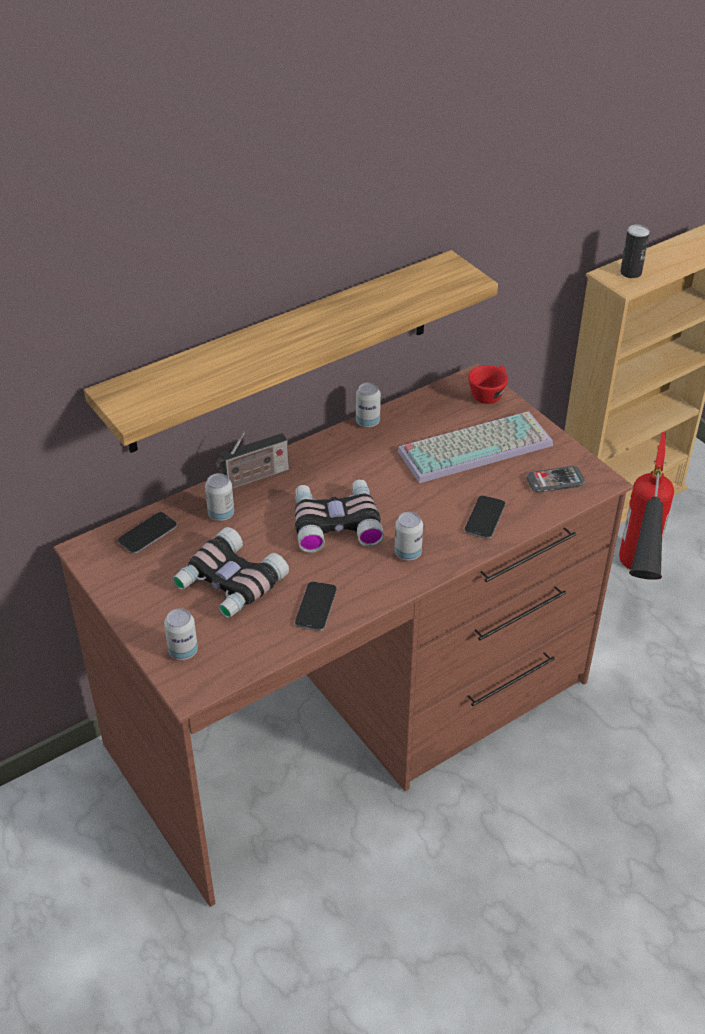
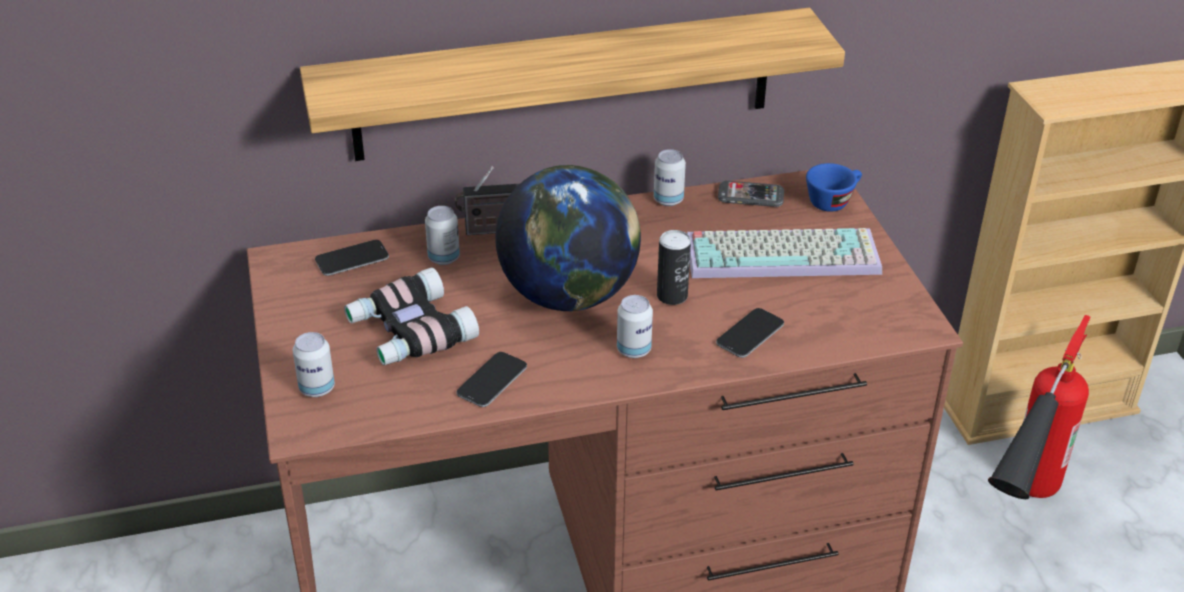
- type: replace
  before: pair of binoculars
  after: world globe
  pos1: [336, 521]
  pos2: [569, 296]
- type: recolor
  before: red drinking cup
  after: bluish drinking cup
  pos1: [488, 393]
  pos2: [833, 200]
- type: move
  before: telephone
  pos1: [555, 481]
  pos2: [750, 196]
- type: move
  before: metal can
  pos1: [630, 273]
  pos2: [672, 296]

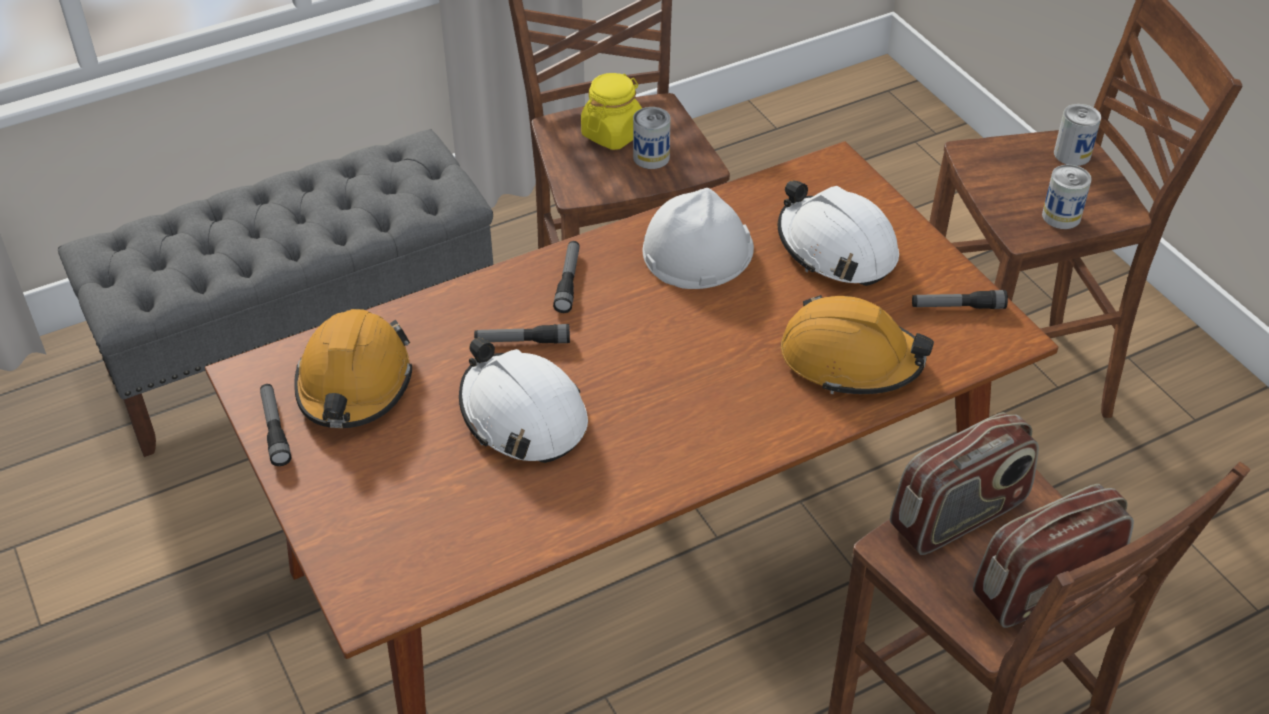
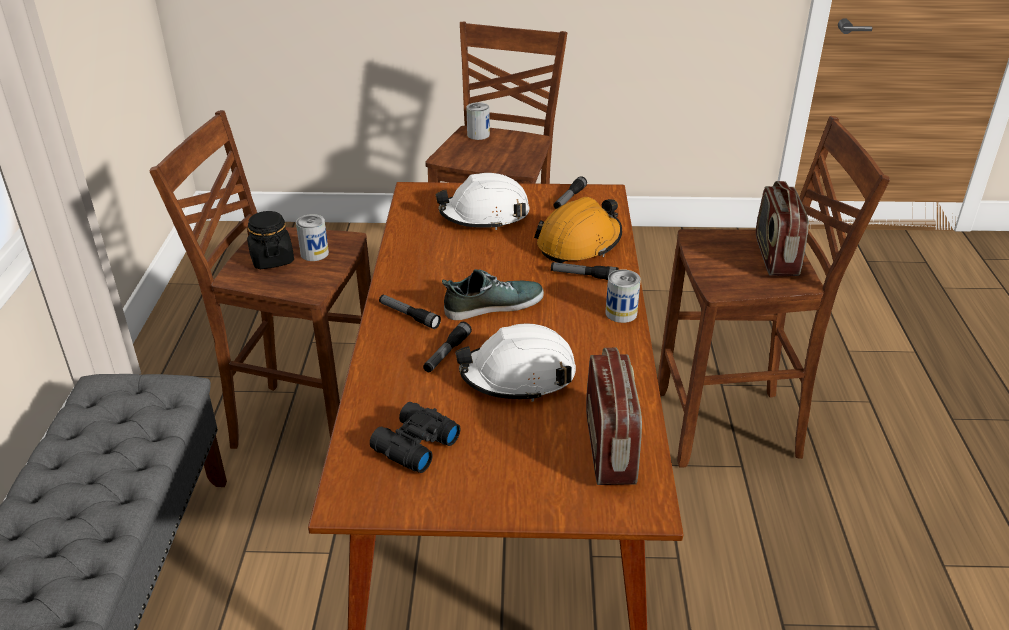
- type: move
  before: flashlight
  pos1: [275, 429]
  pos2: [583, 276]
- type: replace
  before: orangey work helmet
  after: black pair of binoculars
  pos1: [354, 384]
  pos2: [413, 446]
- type: recolor
  before: yellow-coloured preserve jar
  after: black preserve jar
  pos1: [612, 134]
  pos2: [272, 259]
- type: delete
  before: whitish work helmet
  pos1: [697, 250]
- type: move
  before: radio
  pos1: [959, 516]
  pos2: [610, 447]
- type: move
  before: metal can
  pos1: [1061, 216]
  pos2: [621, 313]
- type: insert
  after: low shoe
  pos2: [493, 305]

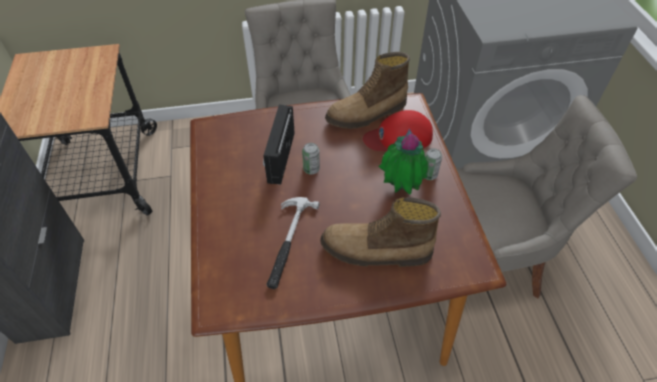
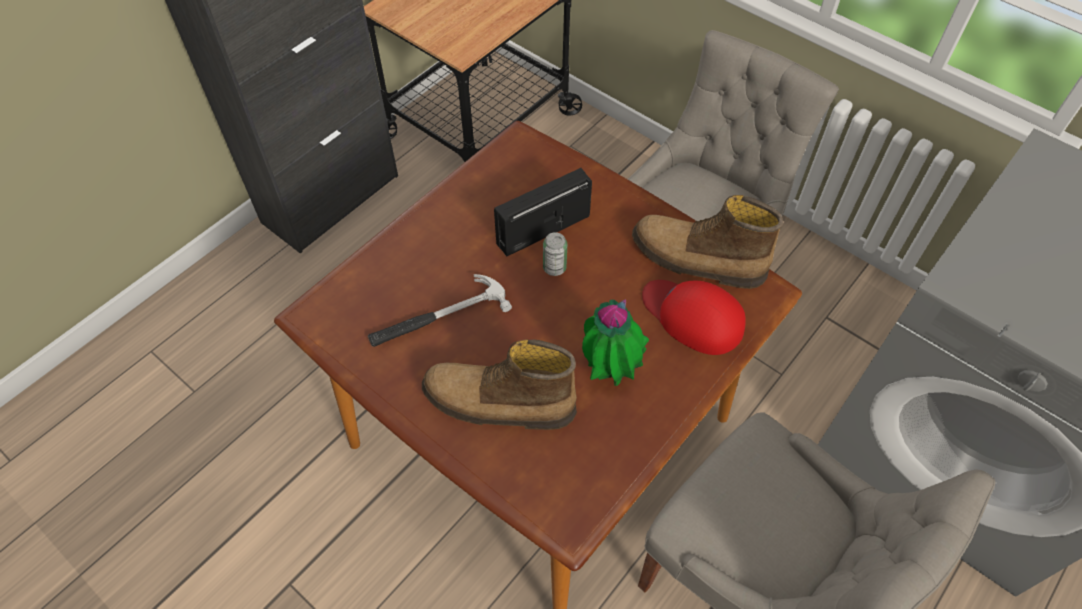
- type: rotate
  before: high-top boot
  pos1: [376, 251]
  pos2: [498, 404]
  turn: -45
- type: delete
  before: metal can
  pos1: [429, 175]

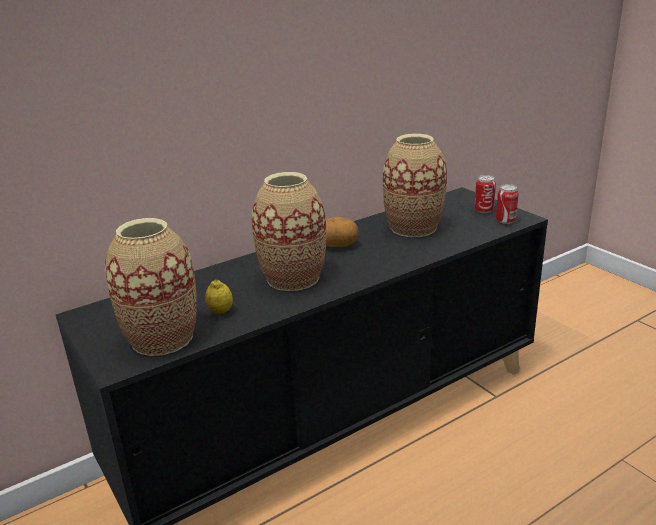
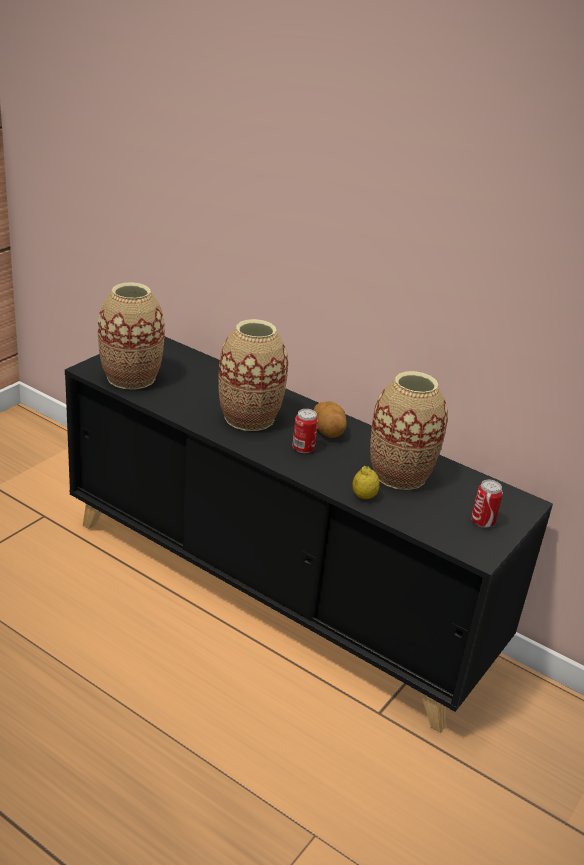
- type: move
  before: whole lemon
  pos1: [220, 312]
  pos2: [364, 496]
- type: move
  before: metal can
  pos1: [505, 221]
  pos2: [303, 449]

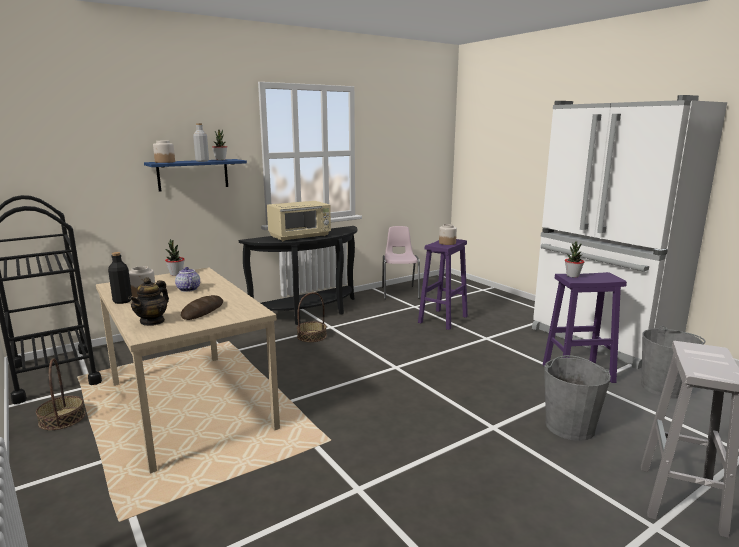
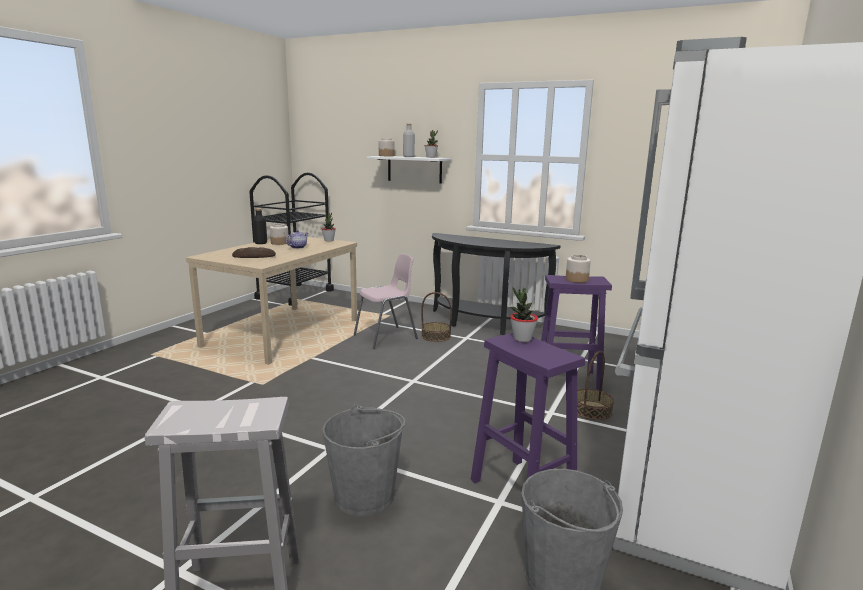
- type: move
  before: household basket
  pos1: [62, 418]
  pos2: [591, 410]
- type: delete
  before: pot for tea
  pos1: [152, 321]
- type: recolor
  before: bluish shelf
  after: whitish shelf
  pos1: [193, 174]
  pos2: [414, 169]
- type: delete
  before: beige-coloured microwave
  pos1: [300, 236]
- type: move
  before: pink plain chair
  pos1: [400, 292]
  pos2: [386, 337]

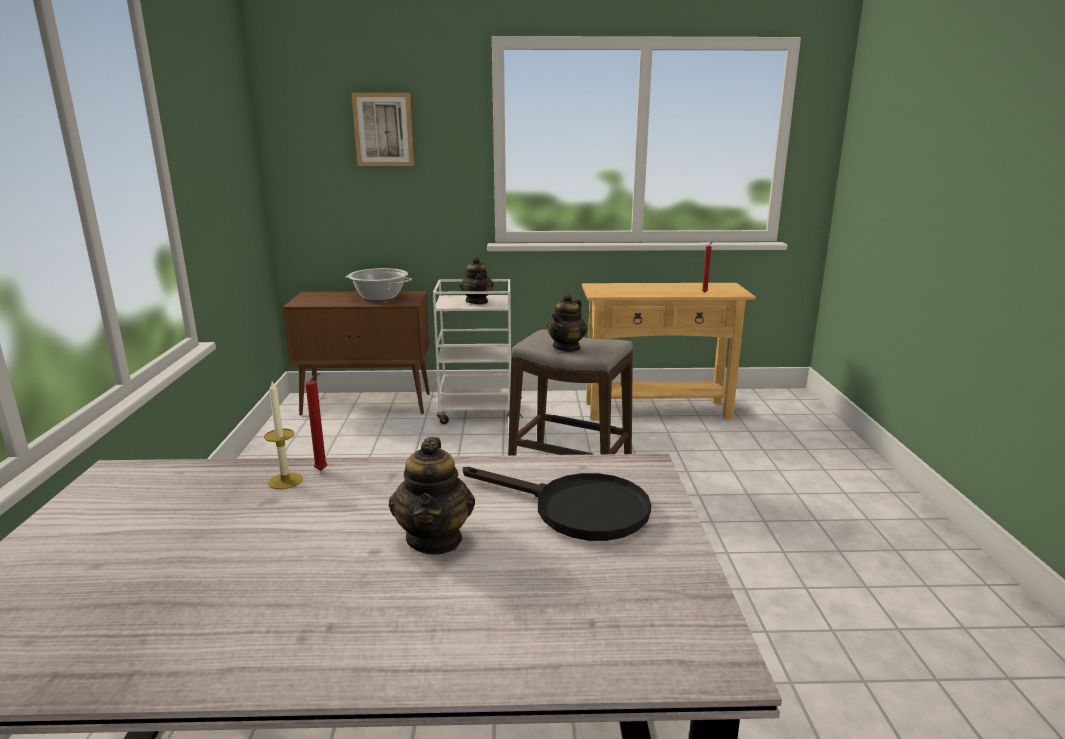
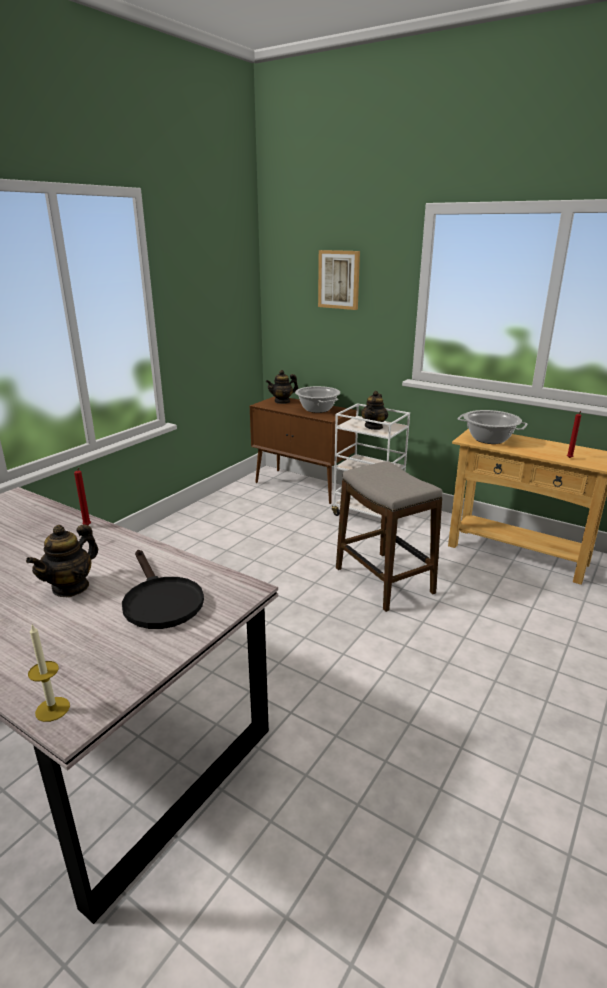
- type: move
  before: candle
  pos1: [285, 481]
  pos2: [52, 709]
- type: move
  before: pot for tea
  pos1: [567, 347]
  pos2: [282, 401]
- type: insert
  after: saucepot
  pos2: [489, 439]

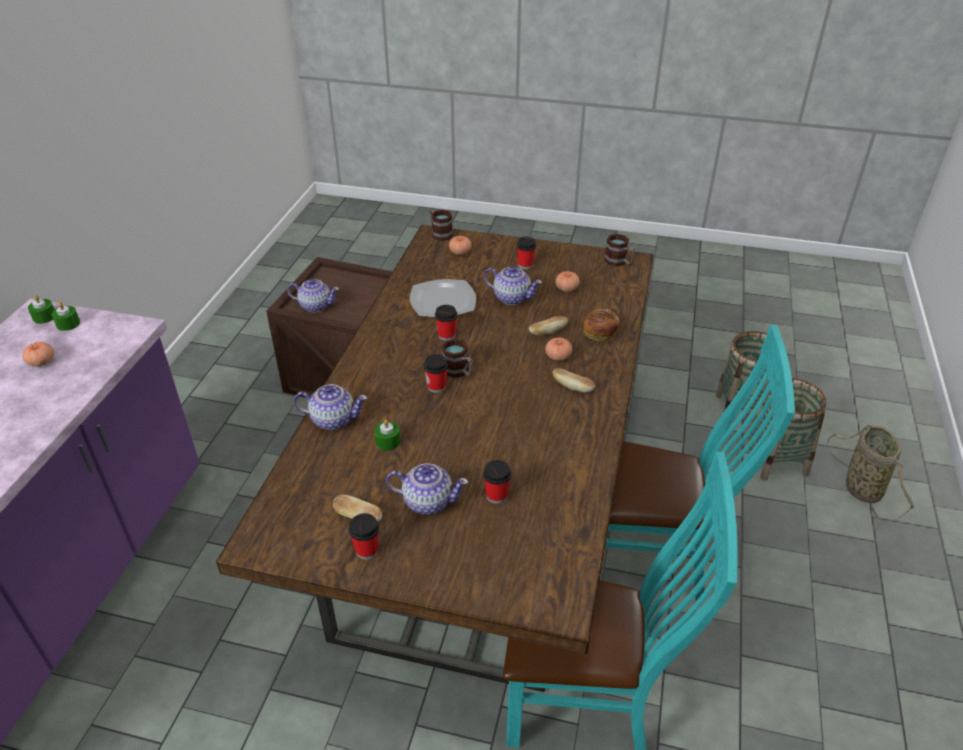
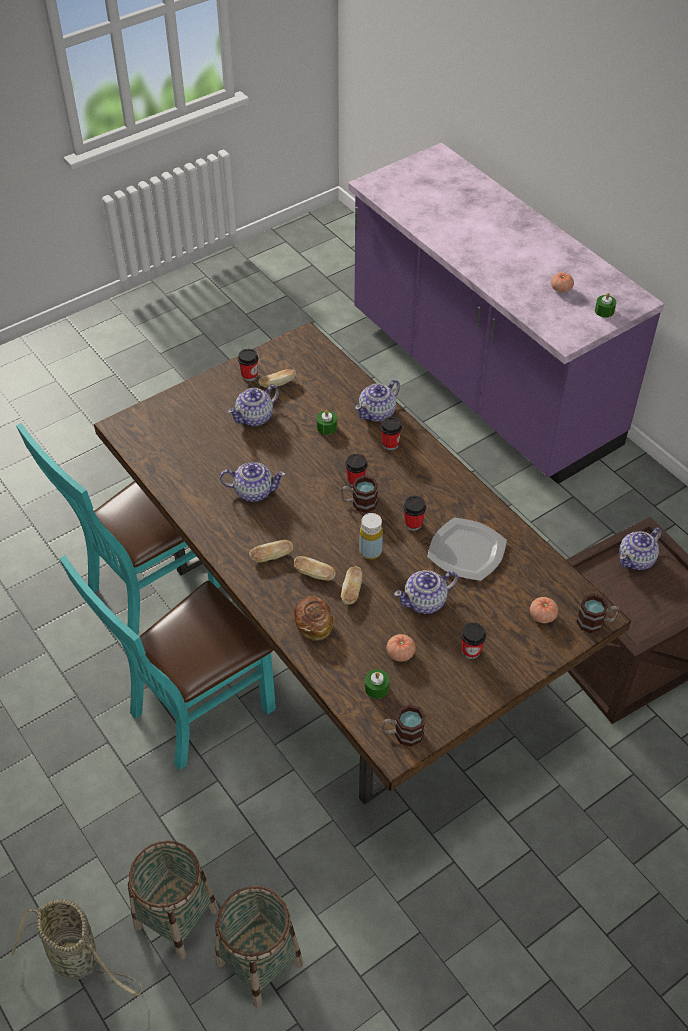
- type: move
  before: green candle
  pos1: [44, 317]
  pos2: [376, 688]
- type: move
  before: drinking cup
  pos1: [496, 495]
  pos2: [390, 444]
- type: replace
  before: fresh tomato
  after: baked bread
  pos1: [558, 356]
  pos2: [314, 574]
- type: insert
  after: pot for tea
  pos2: [253, 491]
- type: insert
  after: yellow-coloured beverage bottle
  pos2: [370, 551]

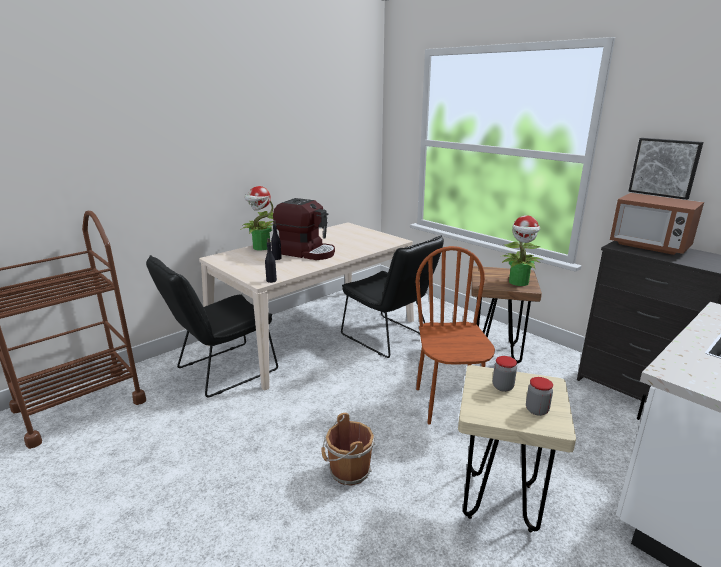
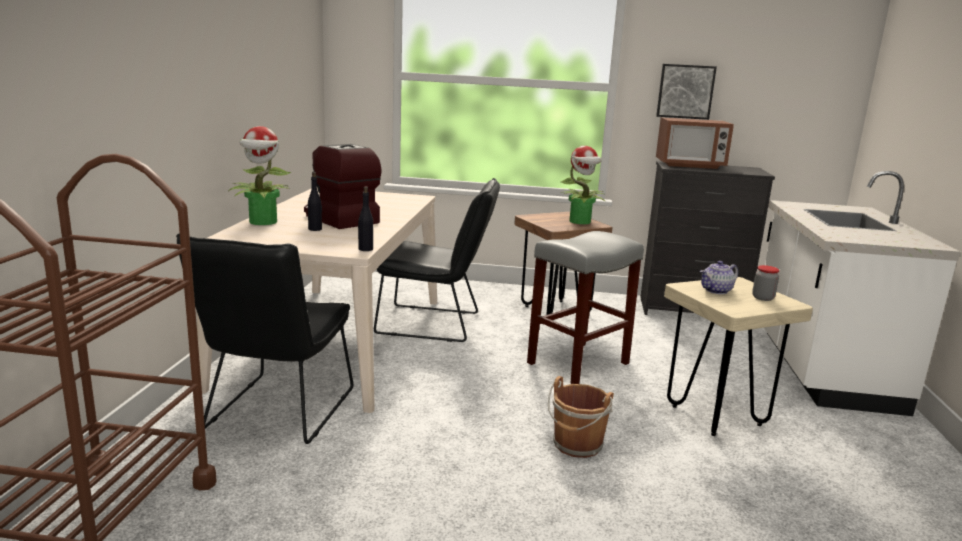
- type: rotate
  before: coffee brewer
  pos1: [307, 252]
  pos2: [339, 219]
  turn: -120
- type: replace
  before: brown plain chair
  after: grey sitting stool
  pos1: [449, 404]
  pos2: [578, 363]
- type: replace
  before: preserve jar
  after: pot for tea
  pos1: [502, 387]
  pos2: [716, 291]

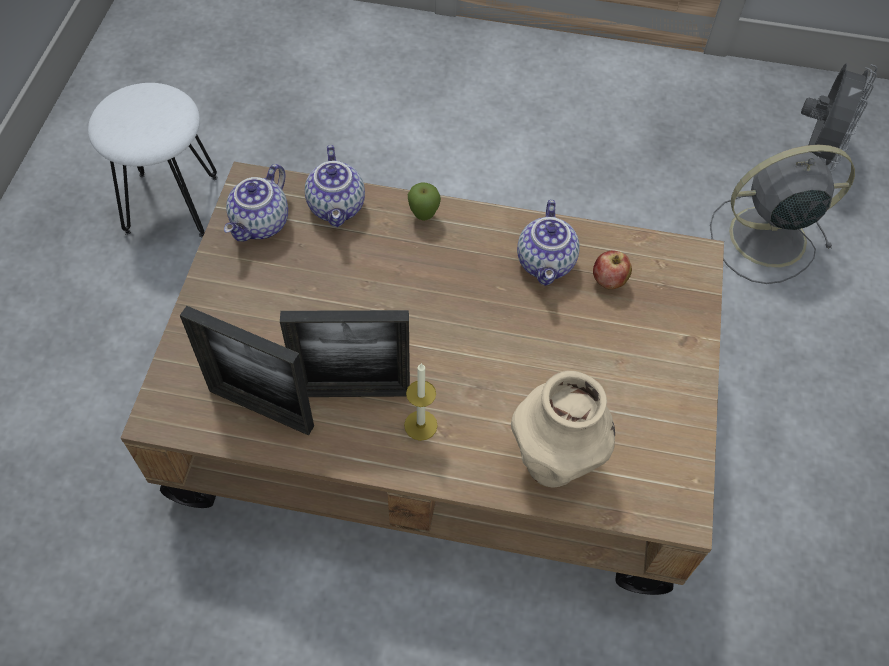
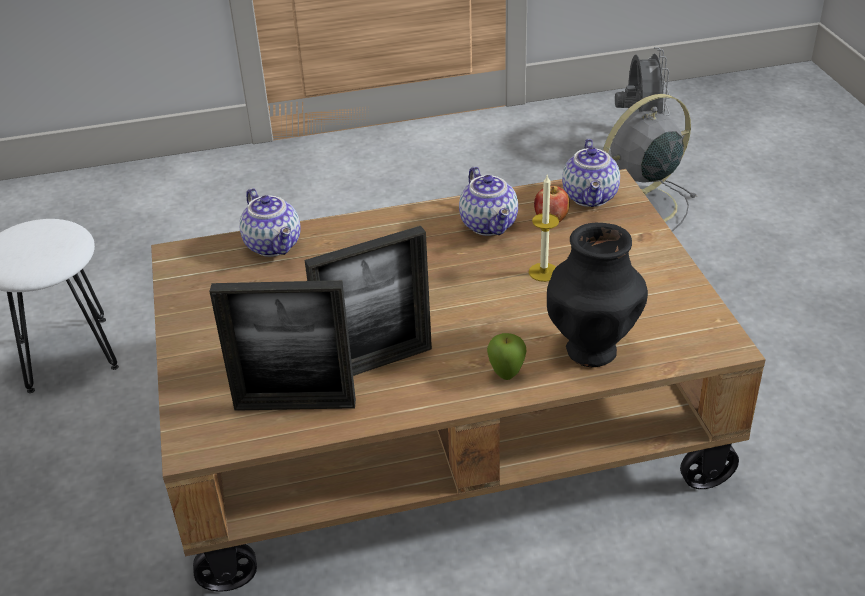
- type: move
  before: pot for tea
  pos1: [261, 224]
  pos2: [591, 197]
- type: move
  before: candle
  pos1: [420, 425]
  pos2: [543, 272]
- type: move
  before: apple
  pos1: [423, 216]
  pos2: [506, 375]
- type: recolor
  before: beige-coloured vase
  after: black vase
  pos1: [553, 462]
  pos2: [592, 349]

